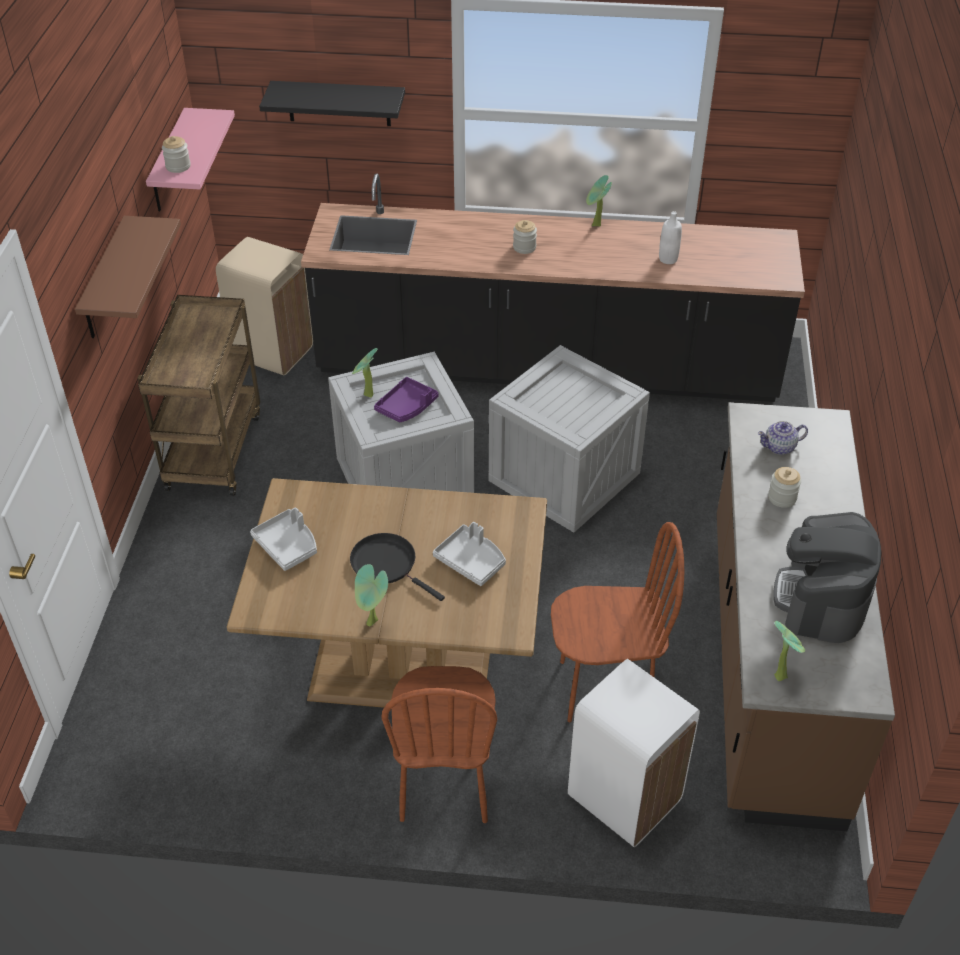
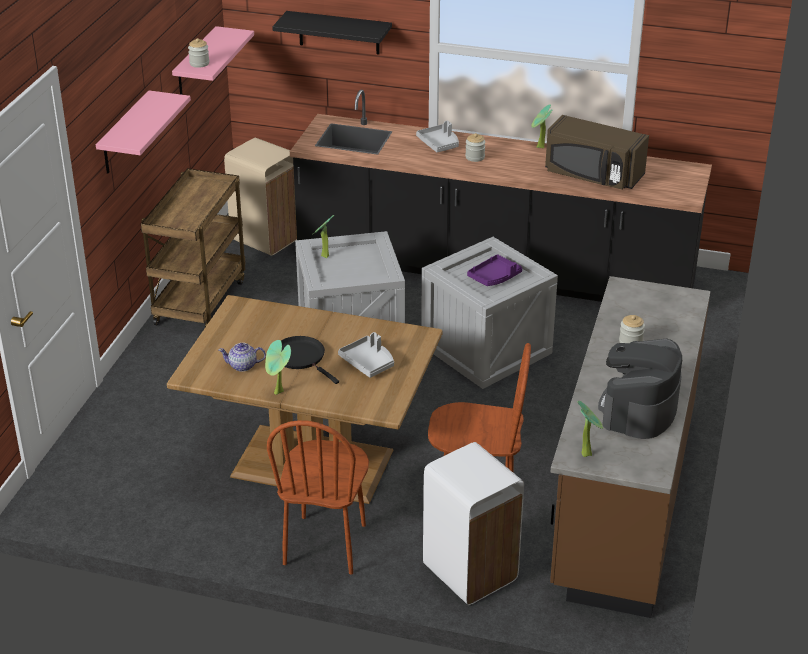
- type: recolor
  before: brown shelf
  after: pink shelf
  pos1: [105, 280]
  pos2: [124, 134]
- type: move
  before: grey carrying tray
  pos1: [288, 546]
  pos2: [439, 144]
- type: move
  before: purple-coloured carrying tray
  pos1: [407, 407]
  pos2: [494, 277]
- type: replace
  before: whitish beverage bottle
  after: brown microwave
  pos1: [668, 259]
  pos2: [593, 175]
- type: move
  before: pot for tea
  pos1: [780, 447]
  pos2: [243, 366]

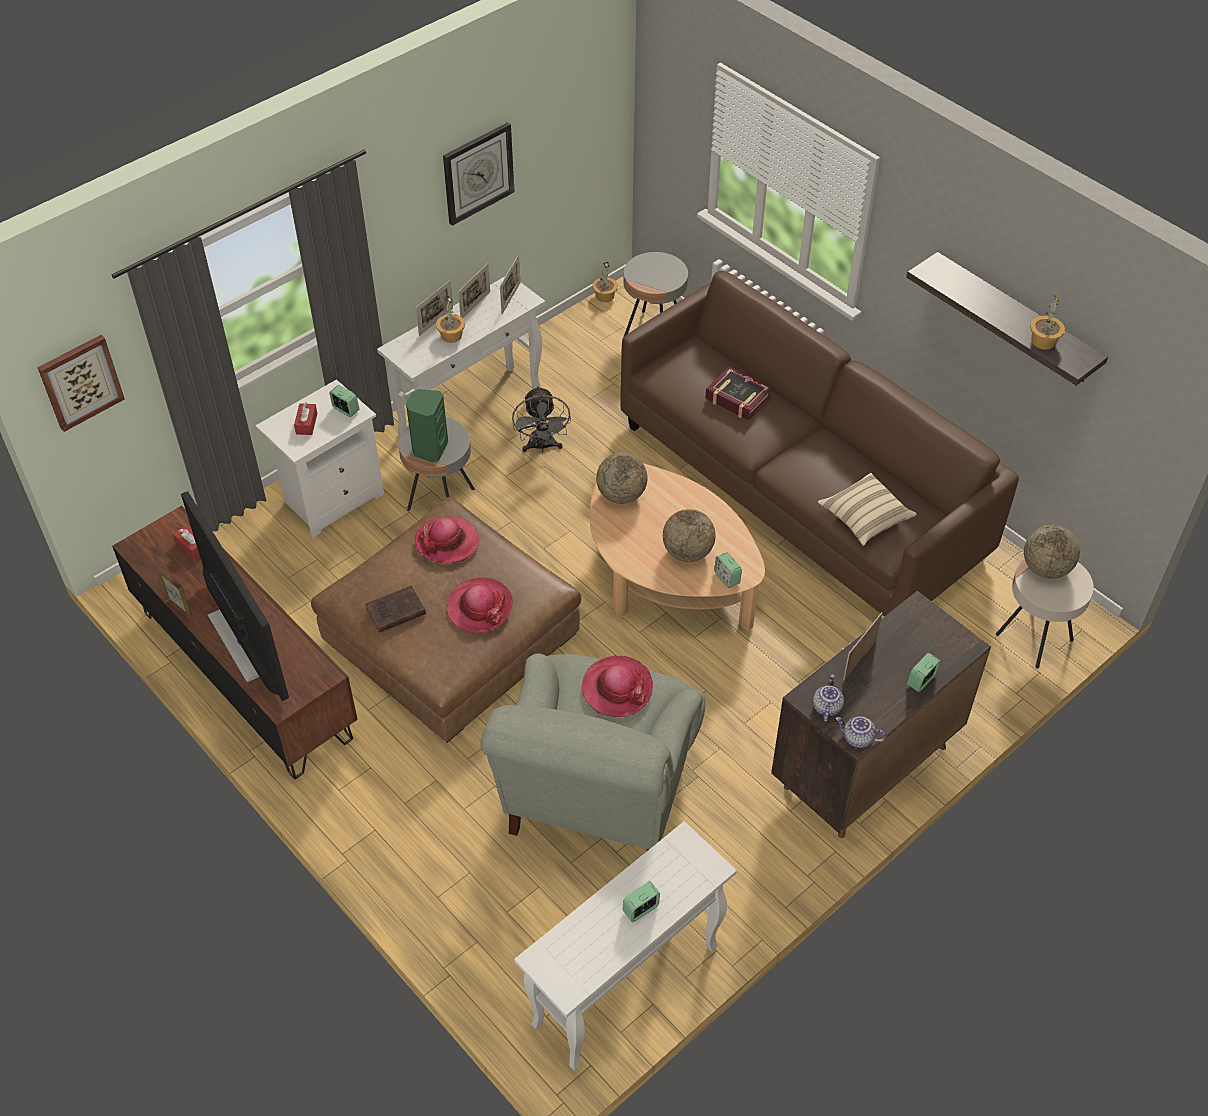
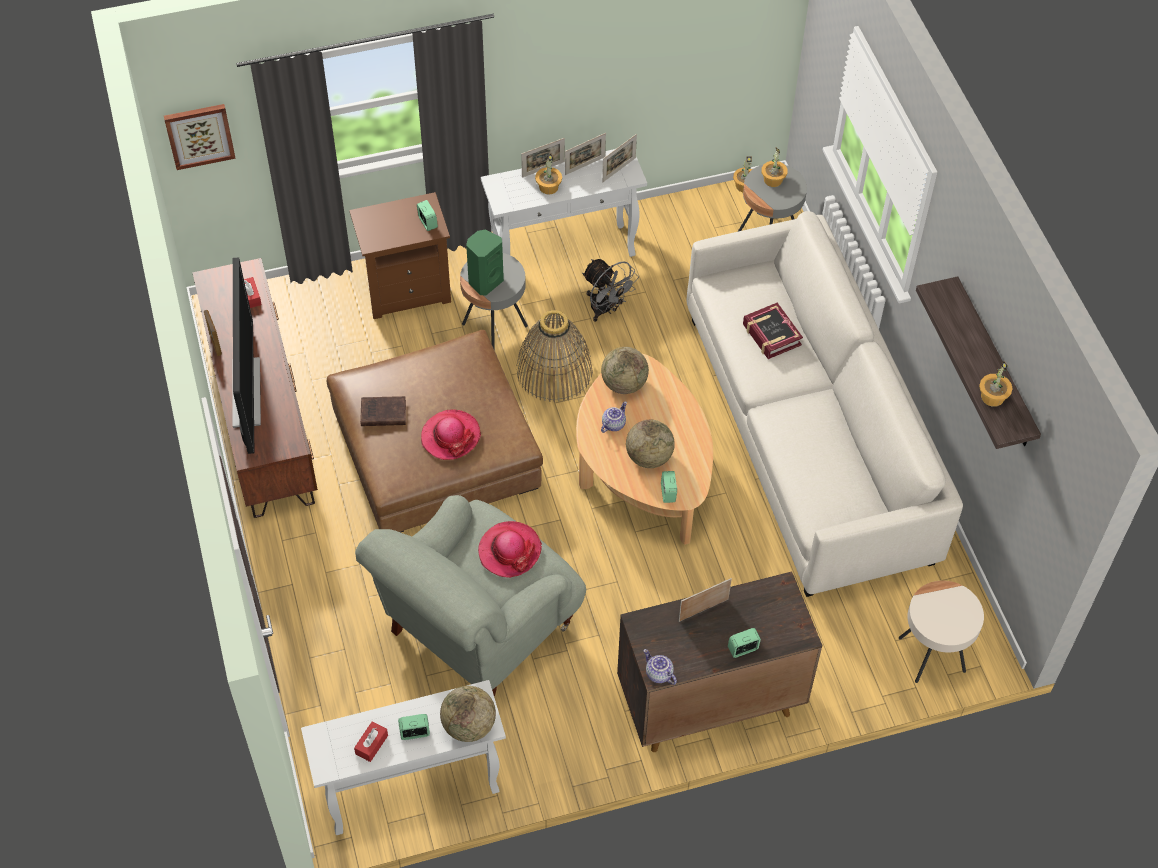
- type: recolor
  before: whitish nightstand
  after: brown nightstand
  pos1: [332, 498]
  pos2: [407, 290]
- type: move
  before: red tissue box
  pos1: [306, 424]
  pos2: [371, 744]
- type: delete
  before: wearable hat
  pos1: [447, 542]
- type: delete
  before: wall clock
  pos1: [478, 173]
- type: rotate
  before: grey electric fan
  pos1: [542, 446]
  pos2: [606, 309]
  turn: -60
- type: recolor
  before: brown sofa
  after: whitish sofa
  pos1: [800, 489]
  pos2: [808, 436]
- type: move
  before: pot for tea
  pos1: [826, 707]
  pos2: [613, 424]
- type: delete
  before: beige-coloured cushion
  pos1: [864, 518]
- type: move
  before: world globe
  pos1: [1045, 568]
  pos2: [469, 725]
- type: insert
  after: household basket
  pos2: [554, 371]
- type: insert
  after: potted plant
  pos2: [772, 180]

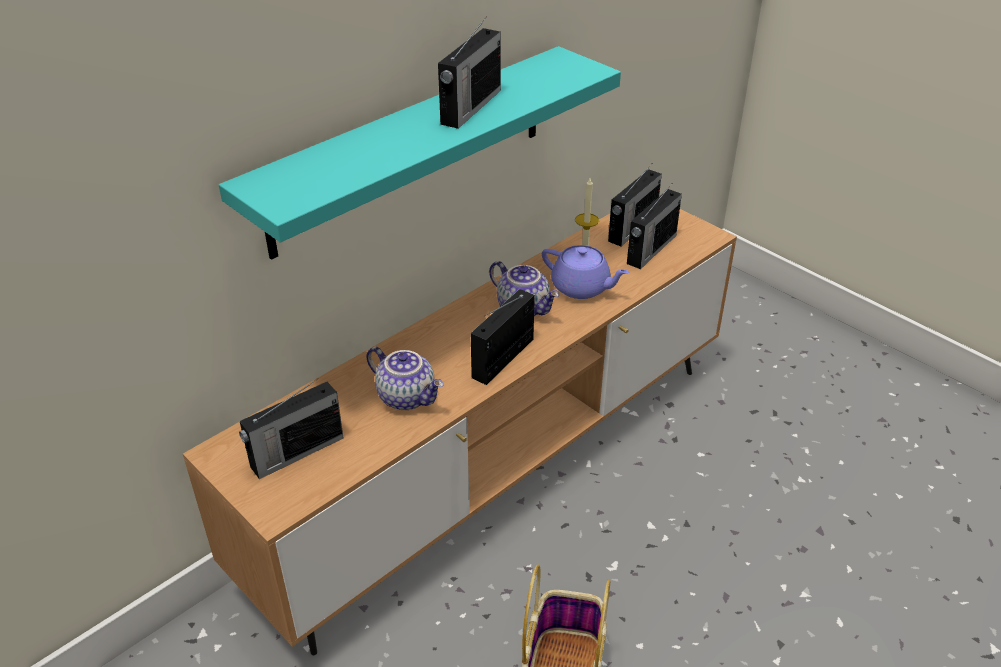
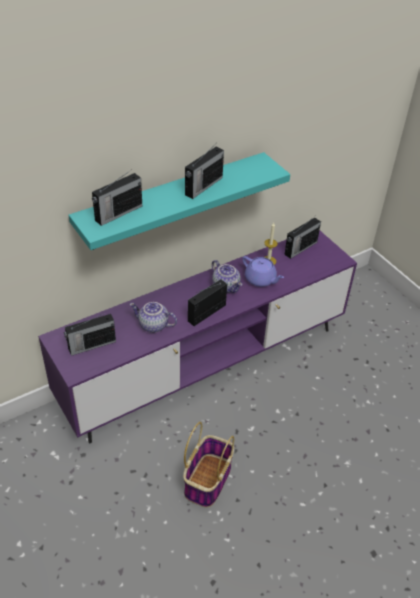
- type: recolor
  before: brown media console
  after: purple-coloured media console
  pos1: [498, 472]
  pos2: [205, 367]
- type: rotate
  before: pot for tea
  pos1: [408, 397]
  pos2: [153, 325]
  turn: 150
- type: move
  before: radio
  pos1: [650, 250]
  pos2: [118, 213]

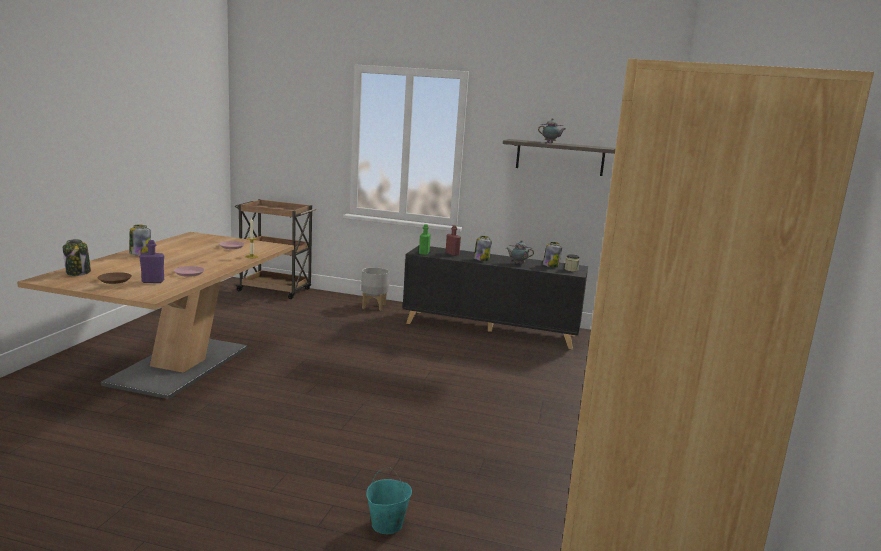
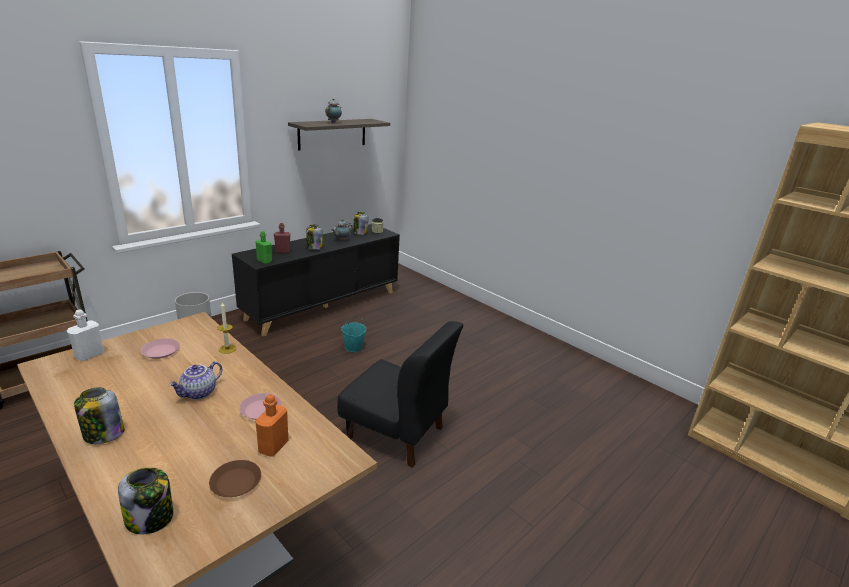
- type: recolor
  before: purple-coloured beverage bottle
  after: orangey beverage bottle
  pos1: [153, 281]
  pos2: [273, 446]
- type: move
  before: turquoise pail
  pos1: [386, 525]
  pos2: [353, 347]
- type: insert
  after: whitish beverage bottle
  pos2: [89, 355]
- type: insert
  after: pot for tea
  pos2: [199, 393]
- type: insert
  after: black plain chair
  pos2: [396, 433]

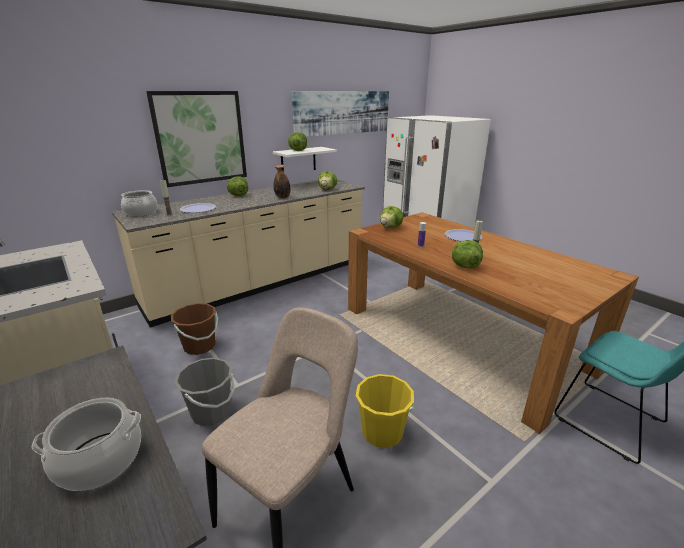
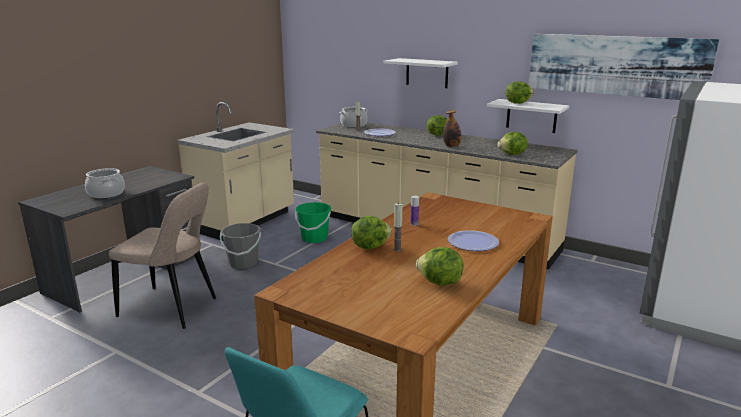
- type: replace
  before: wall picture
  after: whitish shelf
  pos1: [201, 138]
  pos2: [427, 73]
- type: recolor
  before: brown pail
  after: green pail
  pos1: [199, 346]
  pos2: [314, 238]
- type: delete
  before: yellow-coloured pail
  pos1: [382, 432]
- type: move
  before: lettuce head
  pos1: [391, 227]
  pos2: [440, 283]

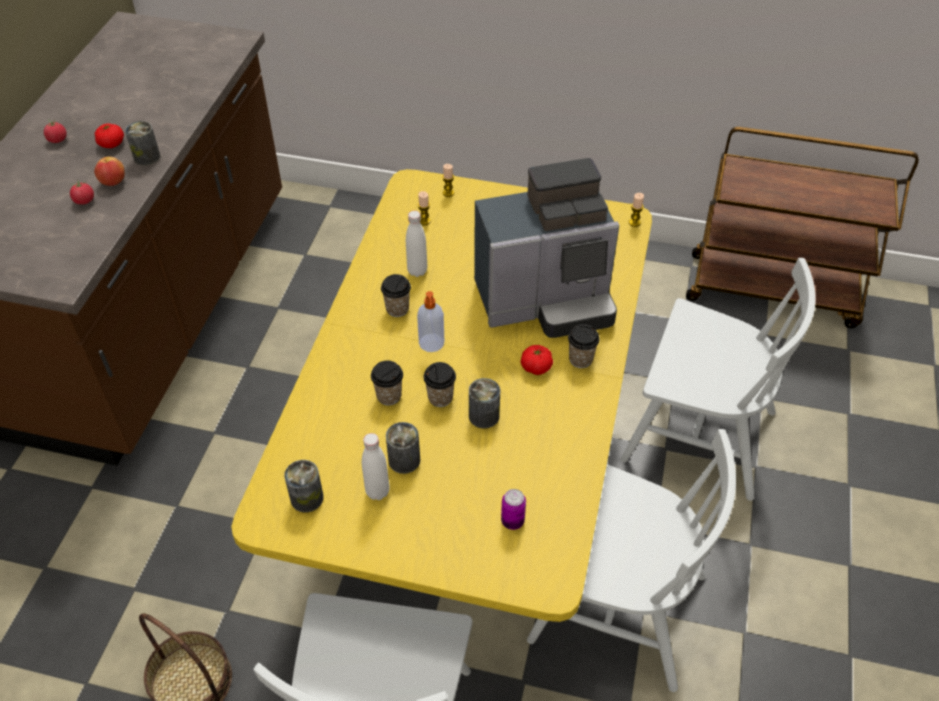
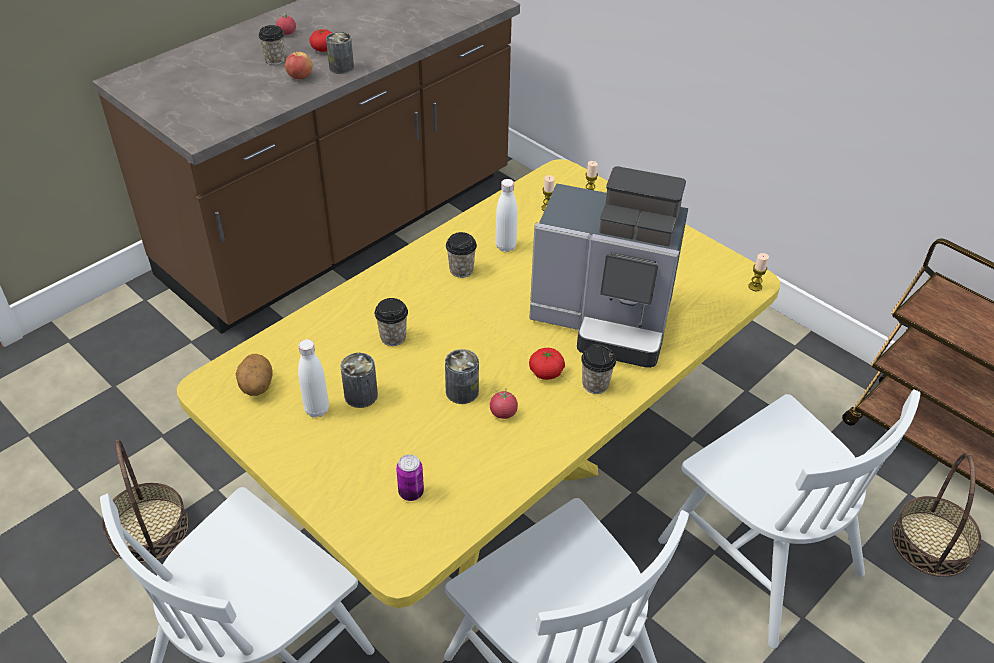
- type: move
  before: fresh tomato
  pos1: [84, 201]
  pos2: [503, 412]
- type: replace
  before: metal can
  after: whole potato
  pos1: [307, 498]
  pos2: [256, 387]
- type: delete
  before: liquid soap bottle
  pos1: [431, 343]
- type: move
  before: drinking cup
  pos1: [440, 397]
  pos2: [275, 60]
- type: insert
  after: household basket
  pos2: [931, 543]

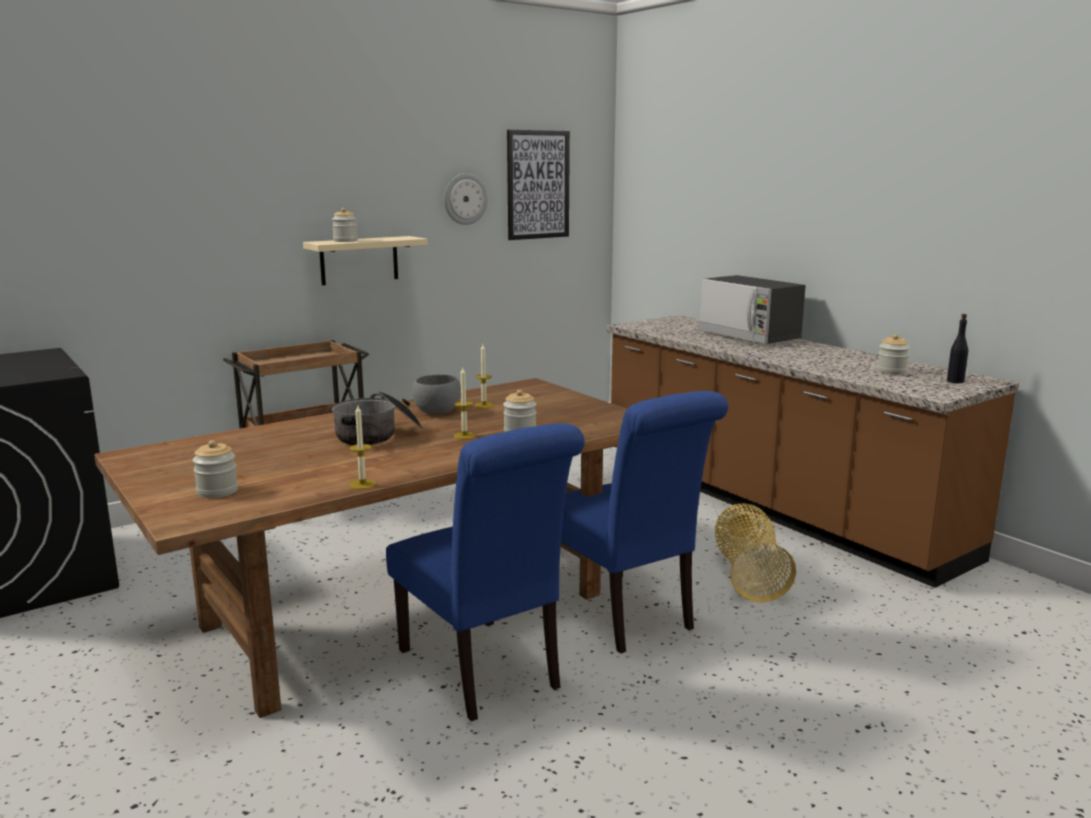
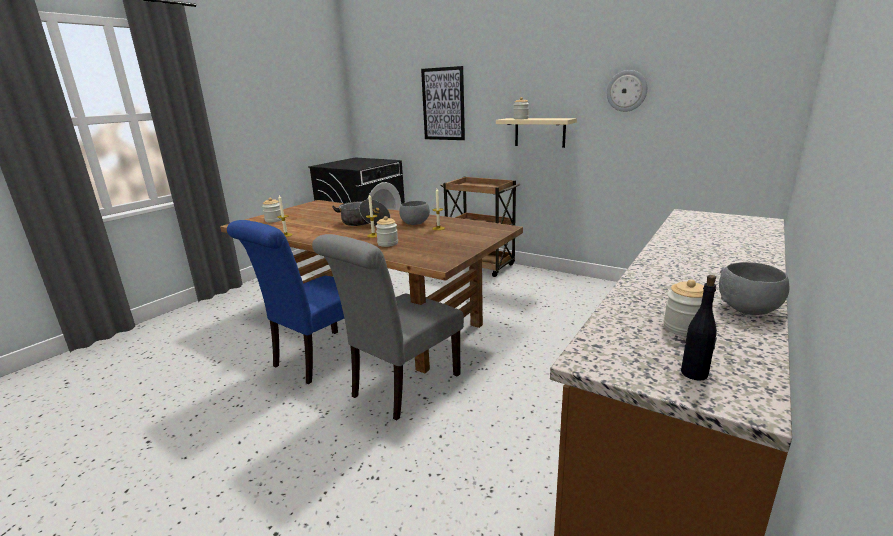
- type: move
  before: wall picture
  pos1: [538, 185]
  pos2: [443, 104]
- type: recolor
  before: bluish plain chair
  after: grey plain chair
  pos1: [623, 615]
  pos2: [401, 388]
- type: delete
  before: microwave
  pos1: [749, 336]
- type: delete
  before: household basket
  pos1: [749, 575]
- type: insert
  after: grey deep dish
  pos2: [749, 309]

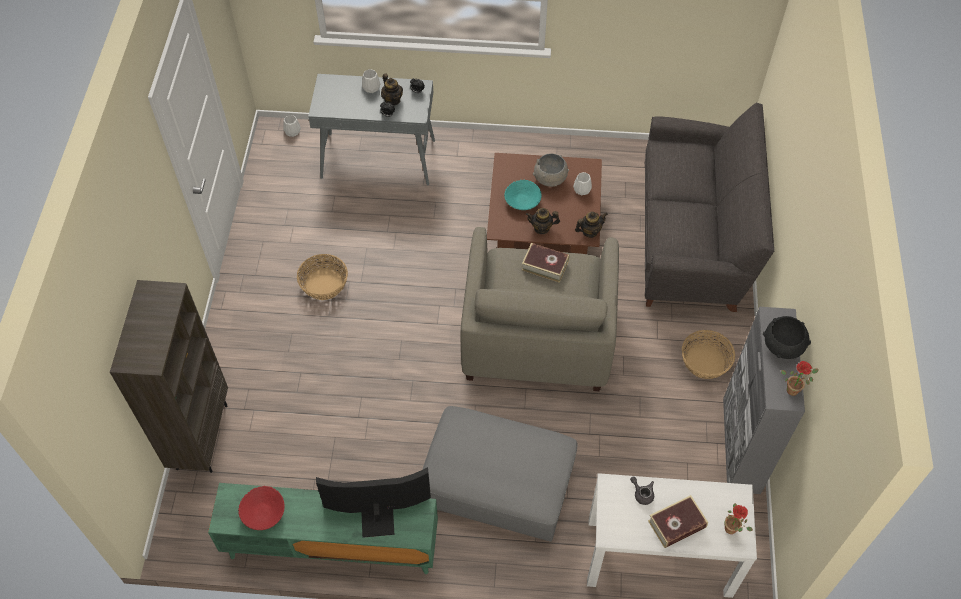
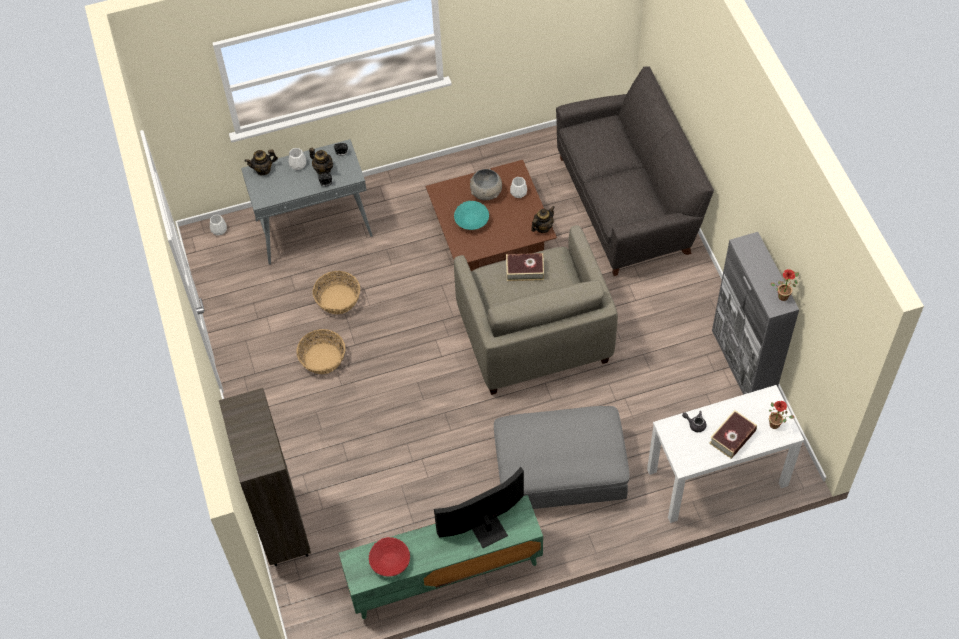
- type: move
  before: pot for tea
  pos1: [542, 228]
  pos2: [263, 169]
- type: move
  before: household basket
  pos1: [705, 362]
  pos2: [338, 299]
- type: delete
  before: black deep dish
  pos1: [782, 346]

